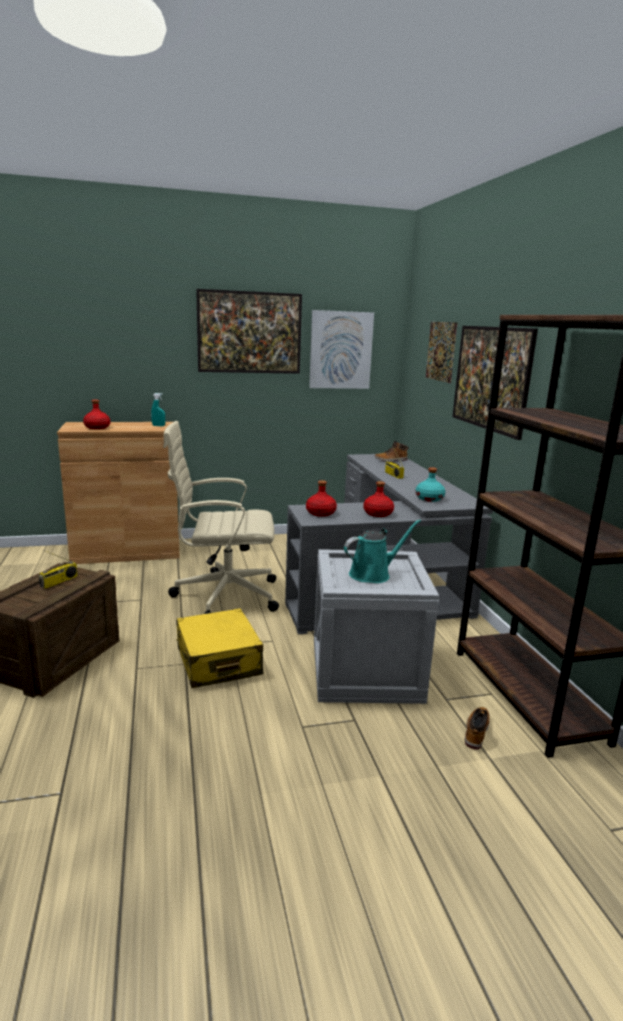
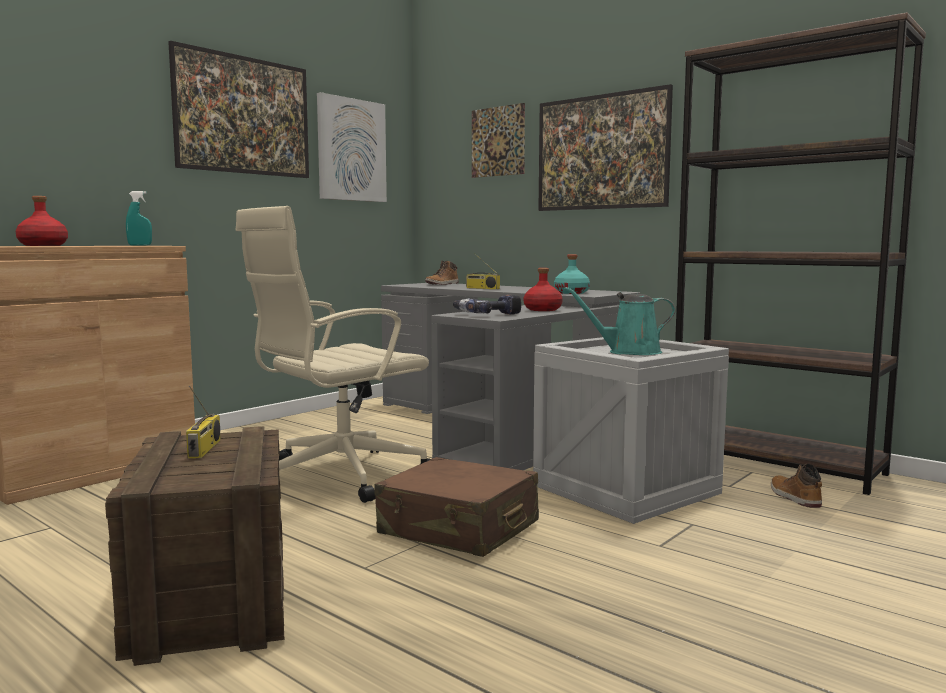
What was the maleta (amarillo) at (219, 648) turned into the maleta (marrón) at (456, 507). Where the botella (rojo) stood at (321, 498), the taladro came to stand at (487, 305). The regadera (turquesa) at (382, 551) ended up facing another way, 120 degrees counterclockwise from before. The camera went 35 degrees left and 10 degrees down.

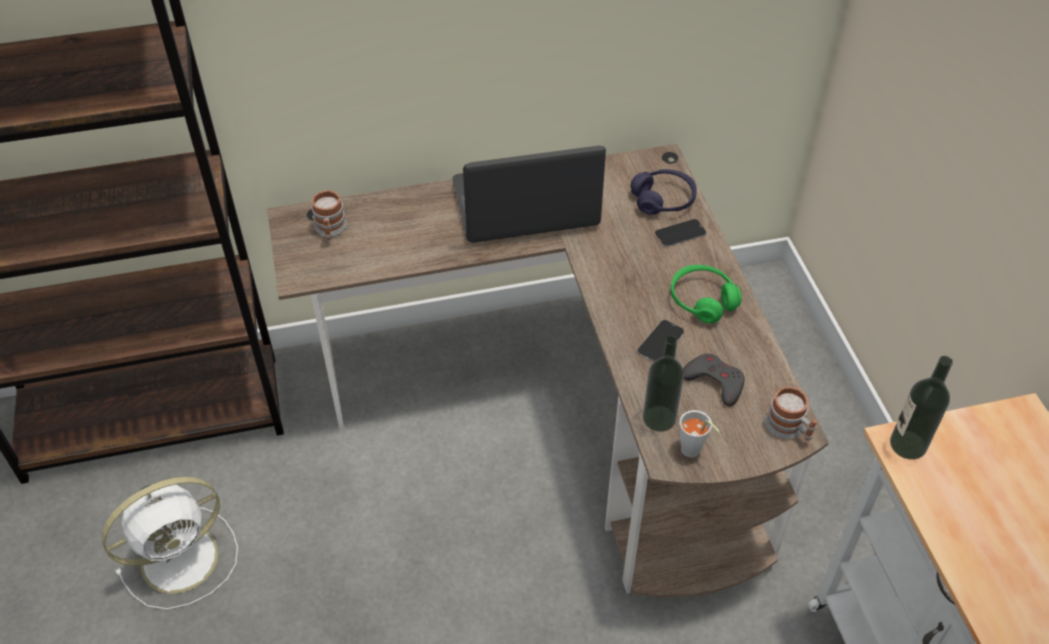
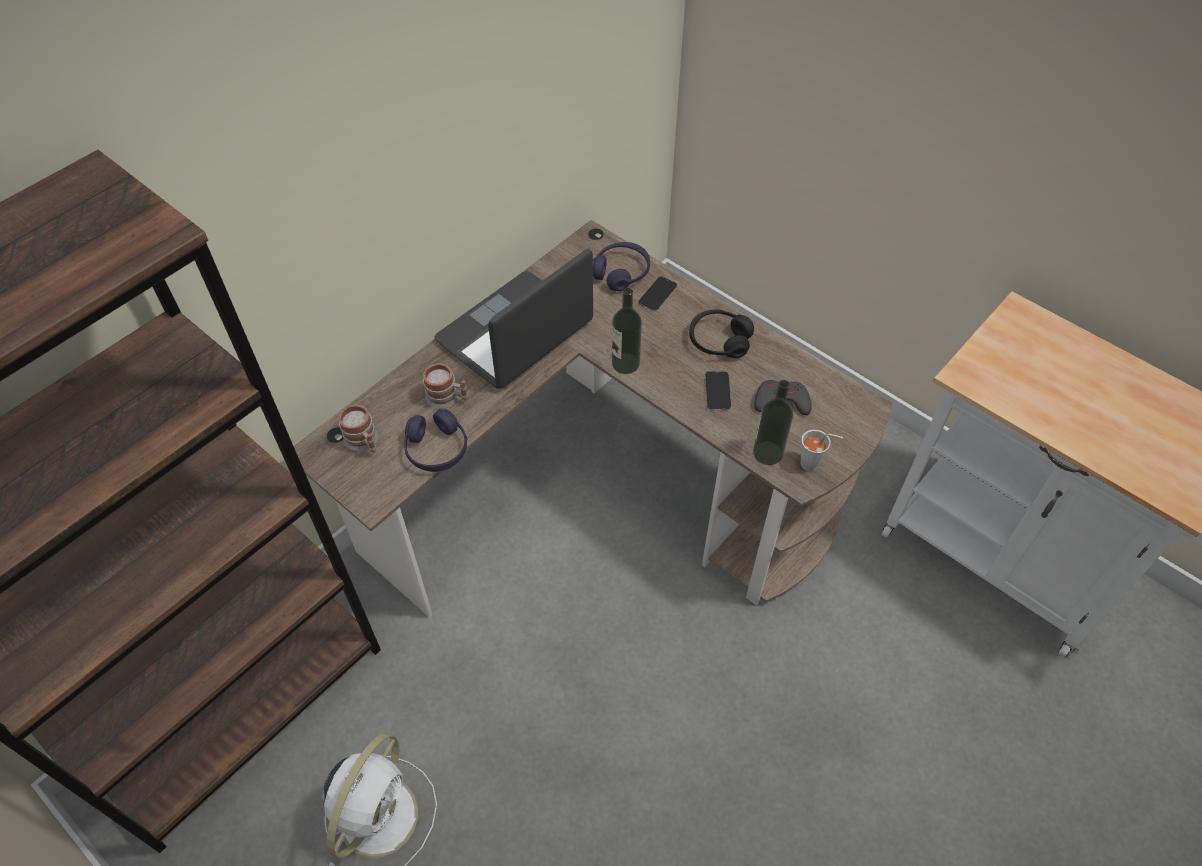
The second view gained the auriculares (morado) at (435, 440). The taza grande ended up elsewhere, having gone from (791, 413) to (445, 386). The botella ended up elsewhere, having gone from (921, 408) to (627, 331). What was the auriculares (verde) at (706, 294) turned into the auriculares (negro) at (721, 334). The camera went 35 degrees left and 5 degrees up.

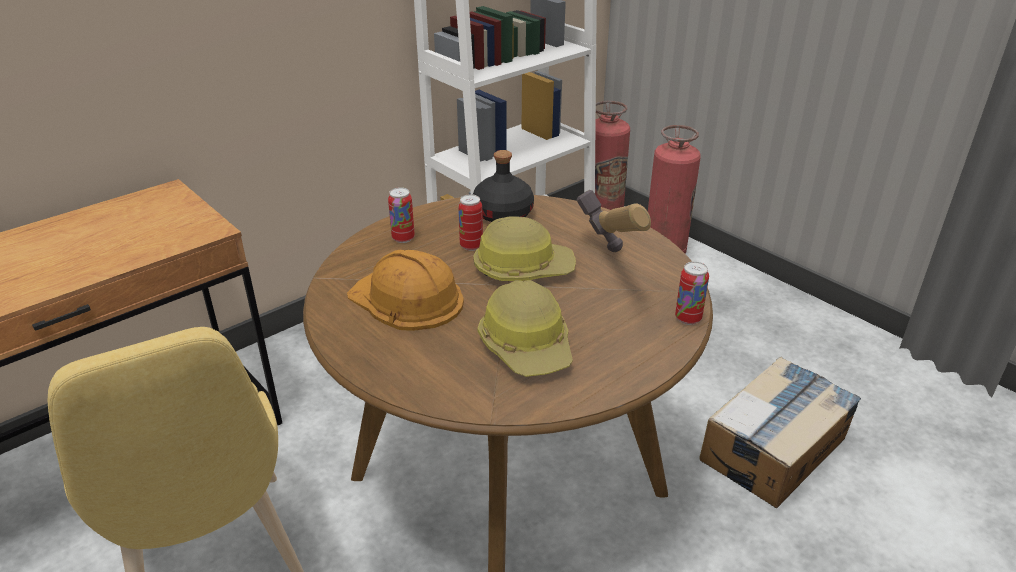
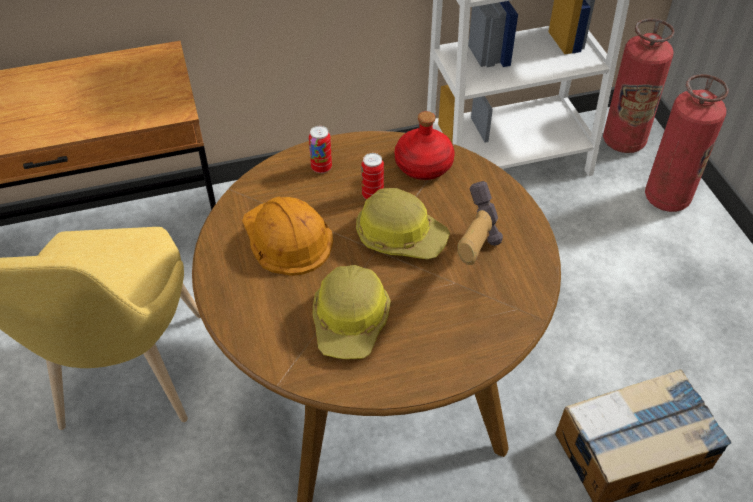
What was the botella (negro) at (503, 186) turned into the botella (rojo) at (425, 145). The second view lost the lata at (692, 293). The camera went 25 degrees right and 15 degrees up.

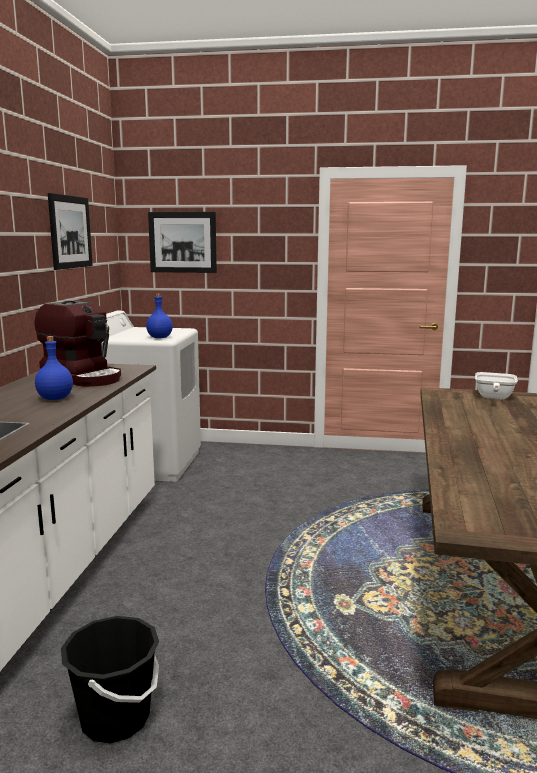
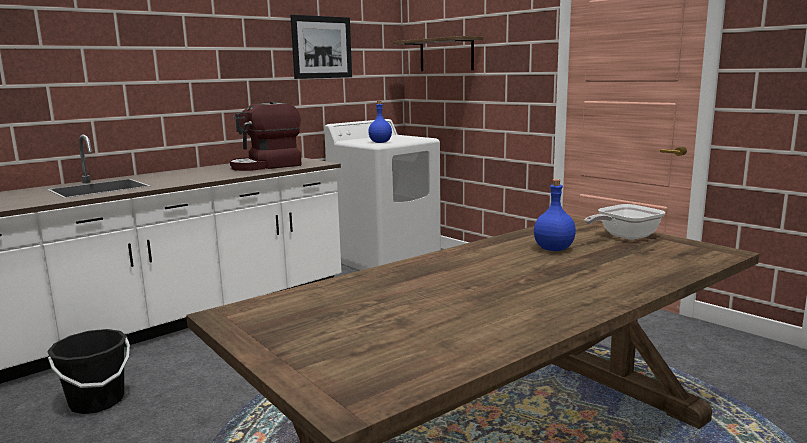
The cafetera at (77, 344) ended up facing another way, 75 degrees clockwise from before. Where the cuadro hung at (182, 242), the estante came to hang at (438, 53). The botella (azul) ended up elsewhere, having gone from (54, 368) to (555, 215). The camera went 40 degrees right and 0 degrees up.

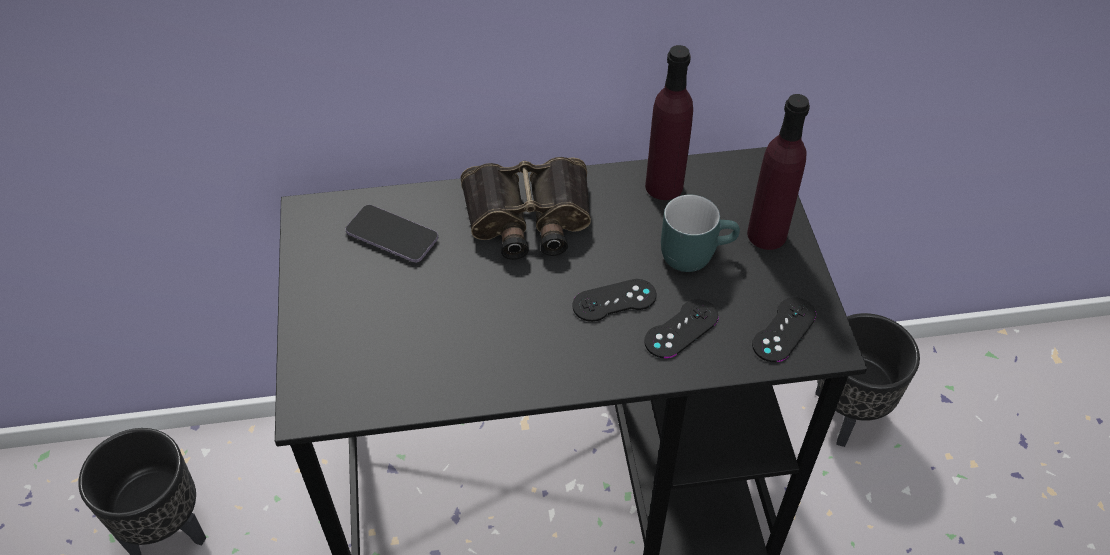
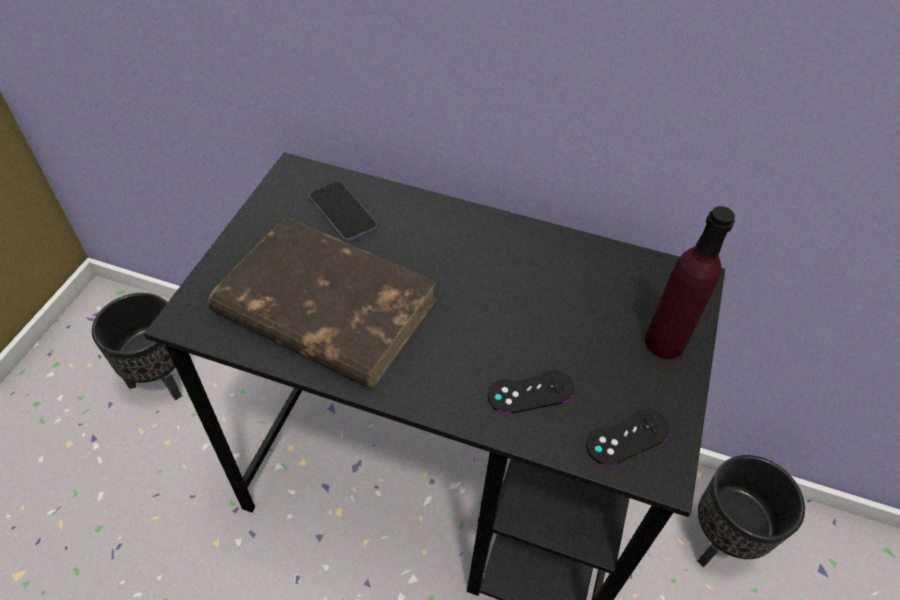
The second view gained the libro (marrón) at (322, 302). The second view lost the prismáticos at (526, 208). The second view lost the mando de consola (negro) at (614, 300). The second view lost the botella (morado) at (669, 122). The second view lost the taza grande (turquesa) at (700, 233). The camera went 25 degrees right and 0 degrees up.

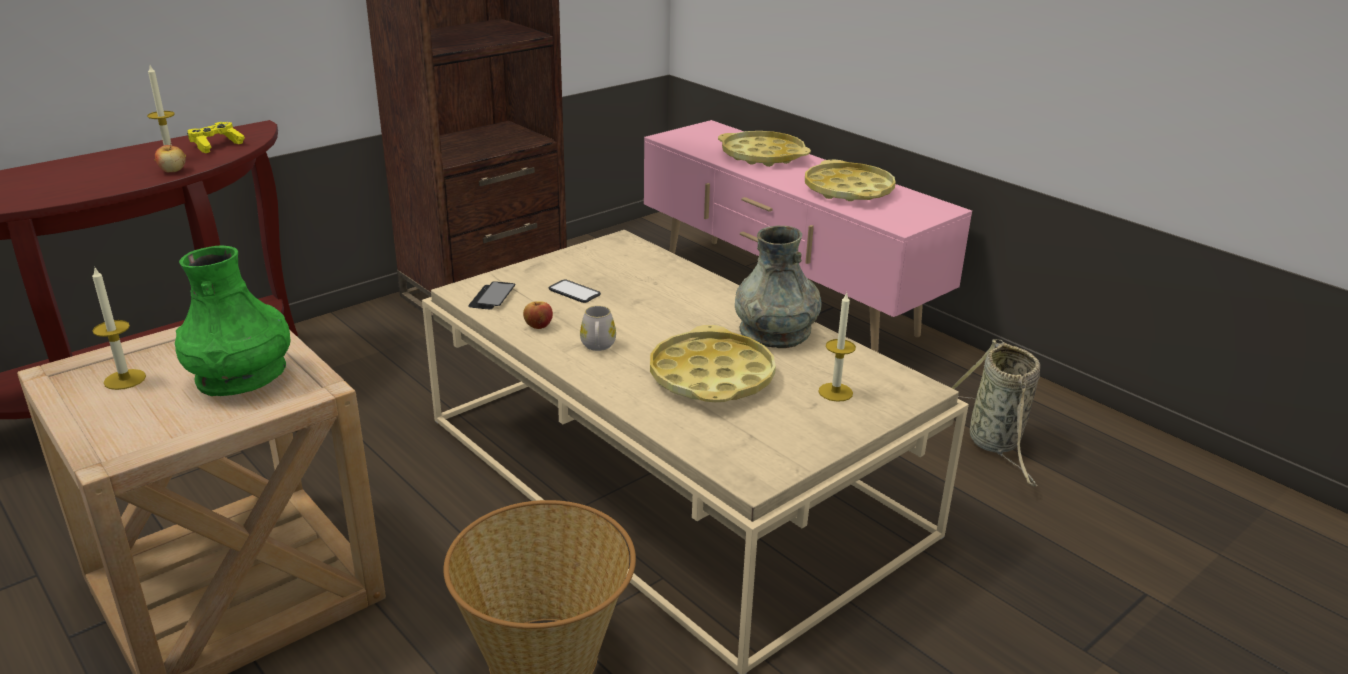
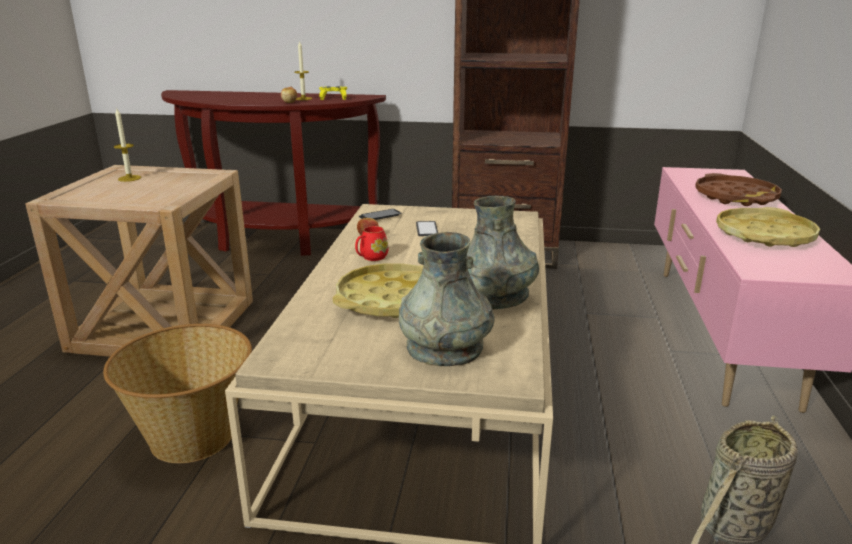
What was the taza grande (blanco) at (598, 328) turned into the taza grande (rojo) at (372, 243). Where the vela stood at (837, 347), the florero (gris) came to stand at (447, 299). What was the bandeja (amarillo) at (764, 149) turned into the bandeja (marrón) at (738, 189). The second view lost the florero (verde) at (232, 320). The camera went 50 degrees right and 5 degrees down.

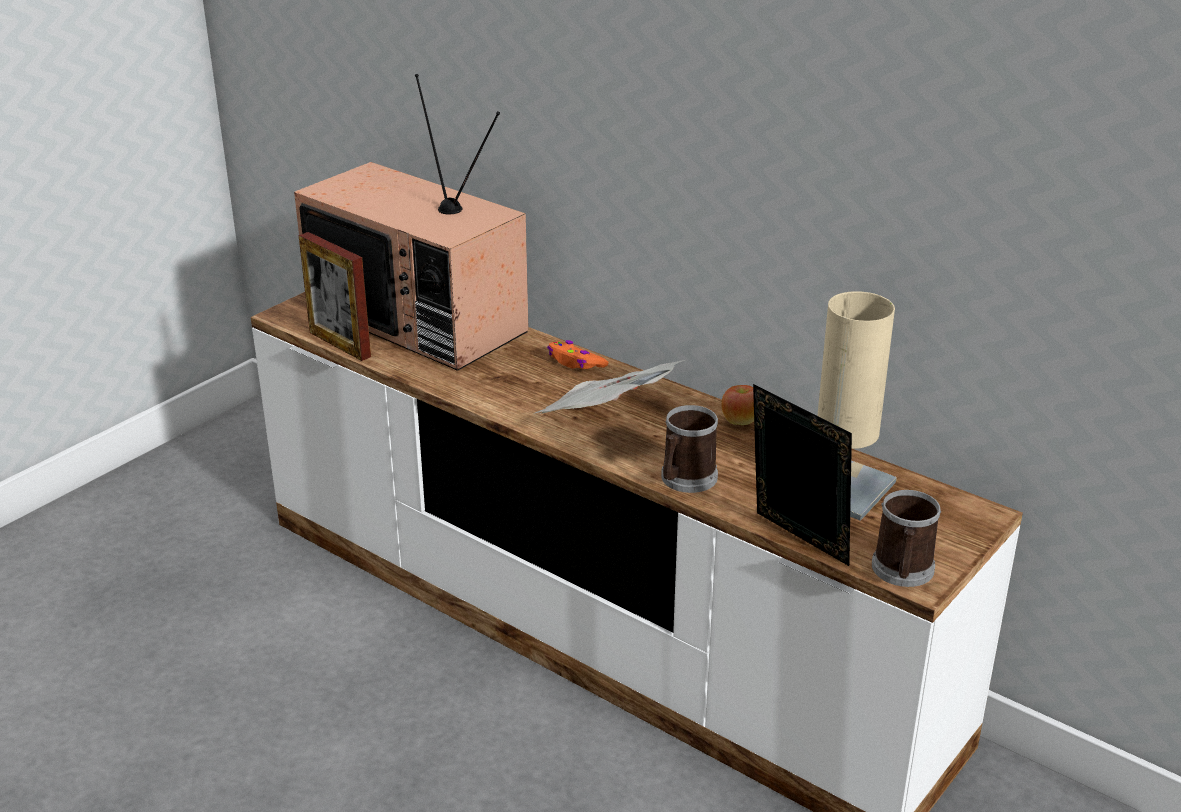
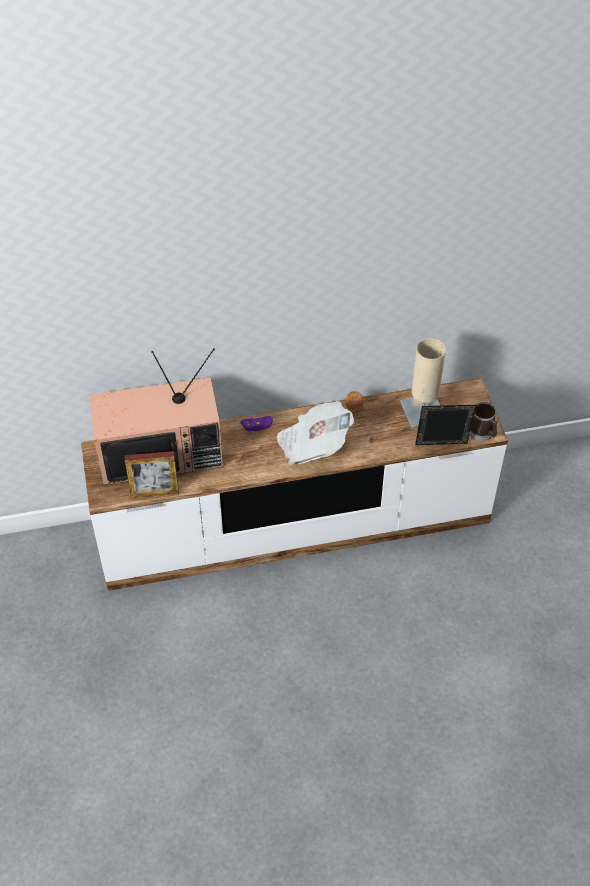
What was the mando de consola (naranja) at (578, 354) turned into the mando de consola (morado) at (256, 423). The second view lost the taza grande at (689, 449). The camera went 50 degrees left and 20 degrees up.

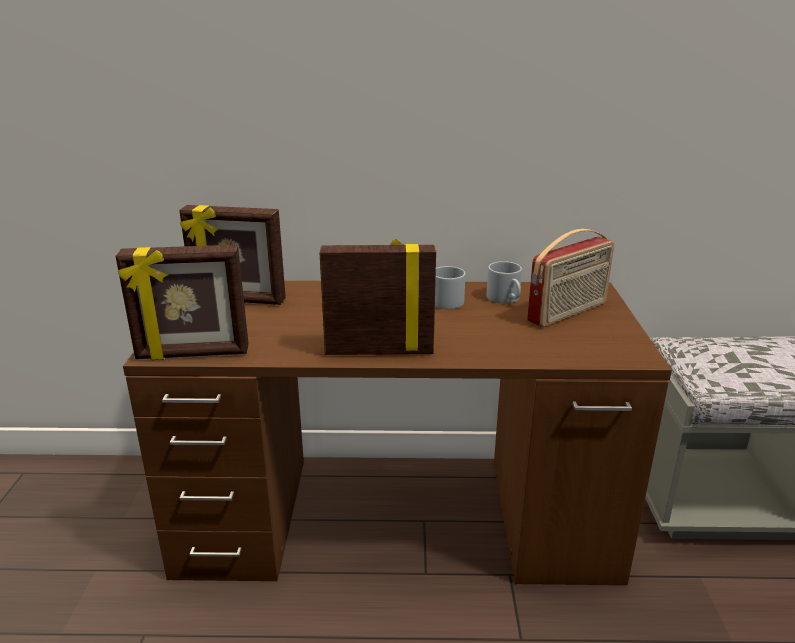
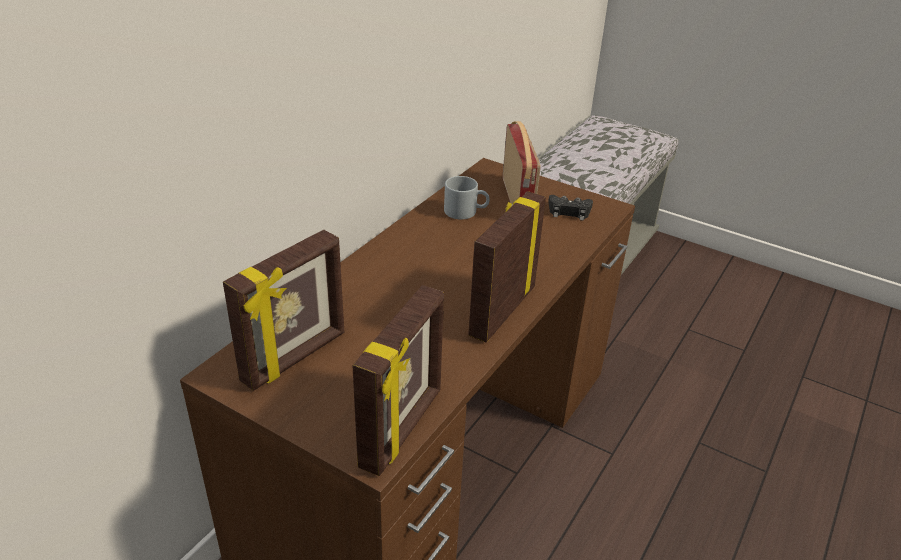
The second view gained the mando de consola (negro) at (570, 208). The second view lost the taza grande (gris) at (450, 287). The camera went 60 degrees left and 10 degrees up.

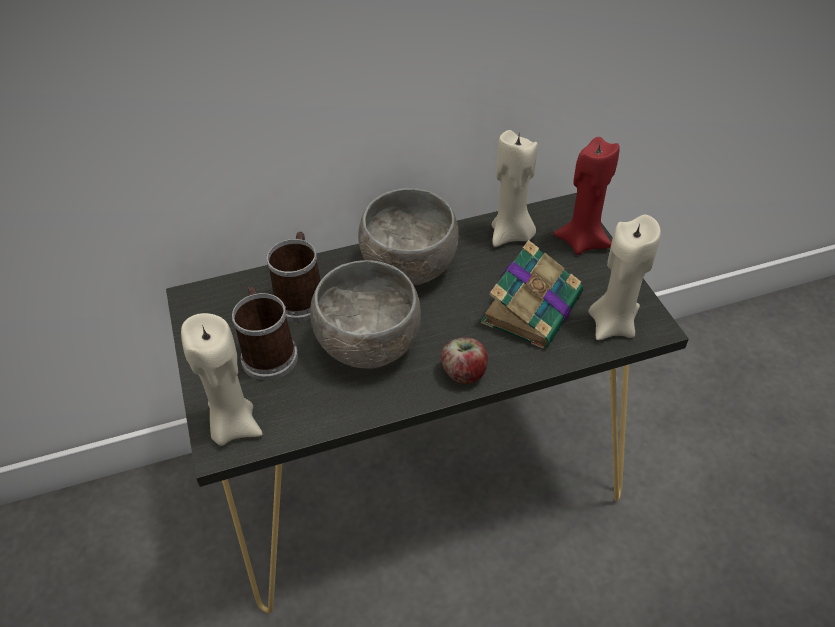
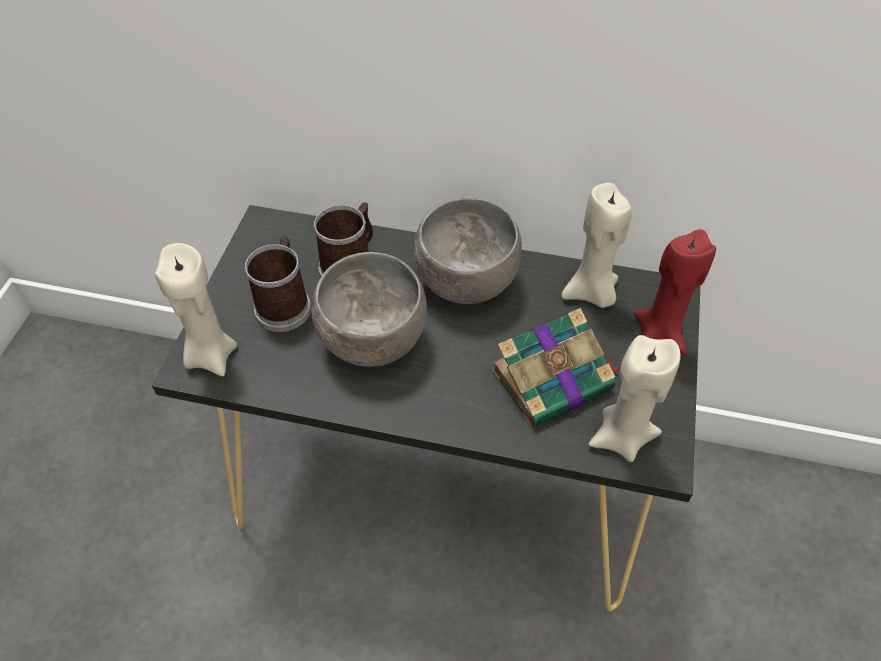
The second view lost the manzana at (464, 360). The camera went 30 degrees right and 5 degrees up.

